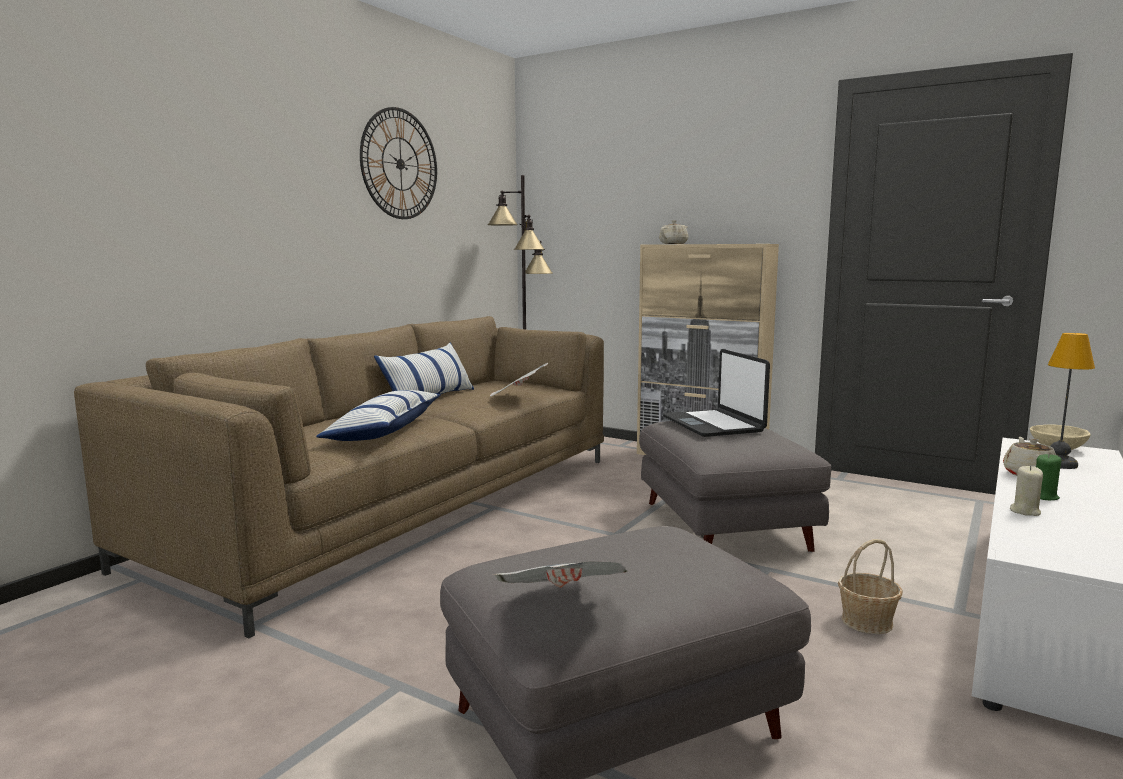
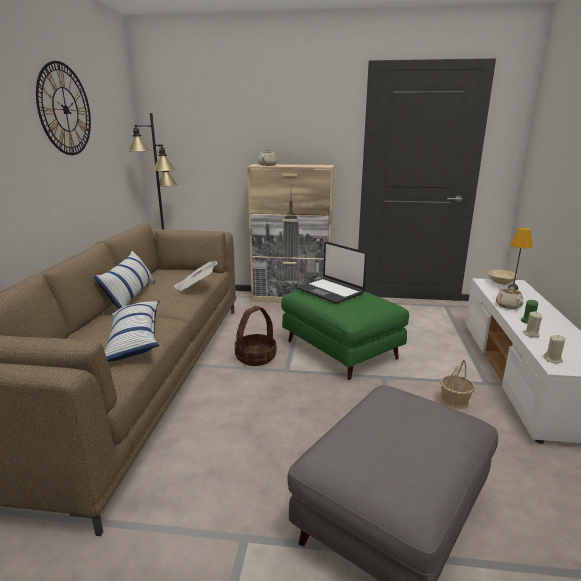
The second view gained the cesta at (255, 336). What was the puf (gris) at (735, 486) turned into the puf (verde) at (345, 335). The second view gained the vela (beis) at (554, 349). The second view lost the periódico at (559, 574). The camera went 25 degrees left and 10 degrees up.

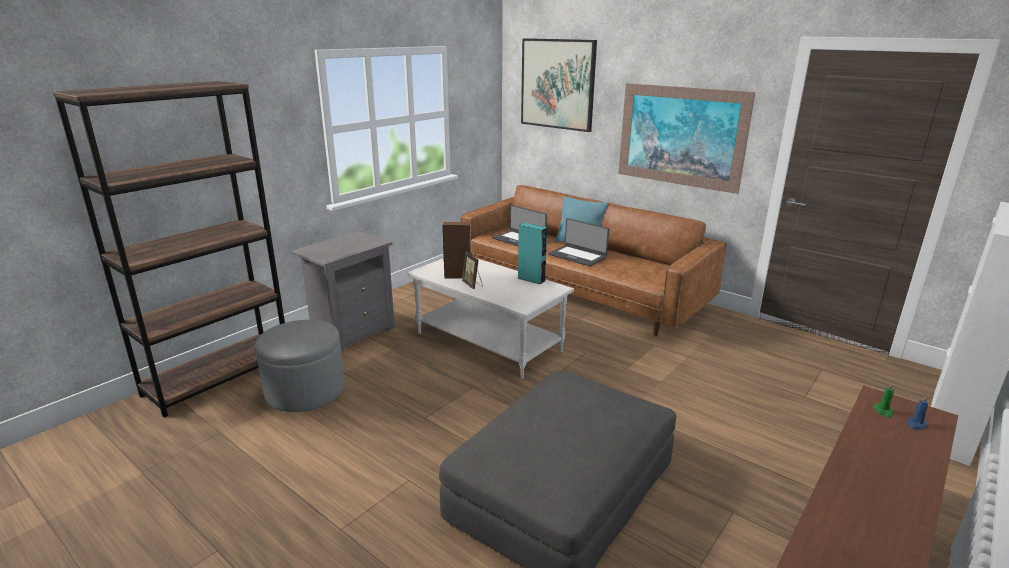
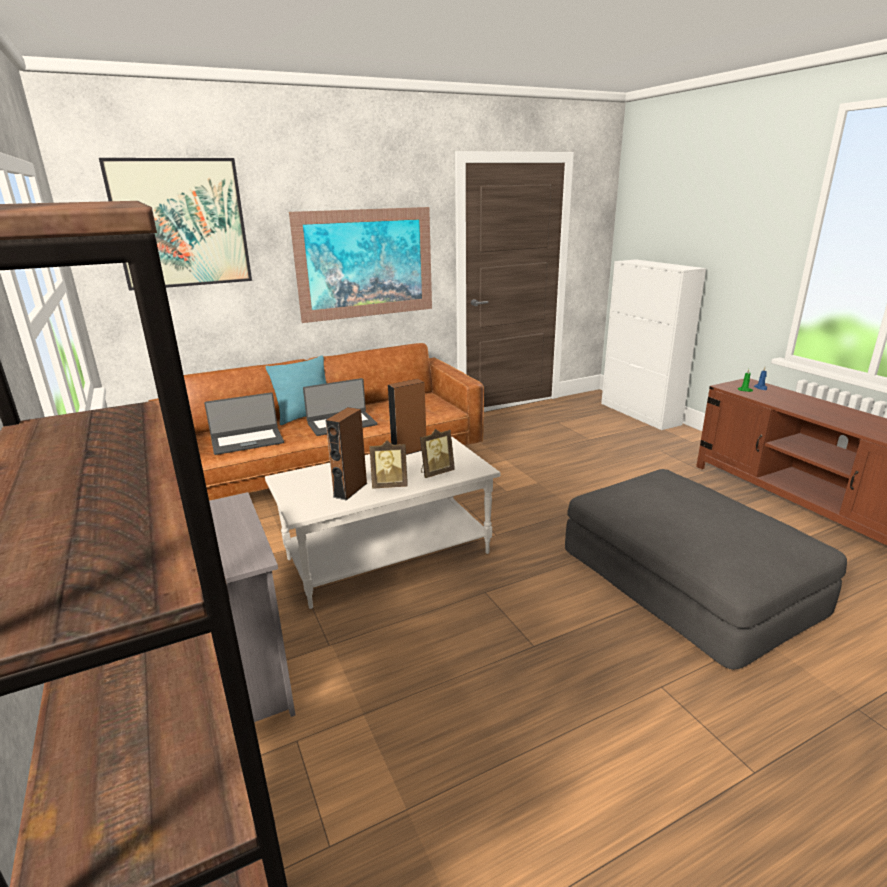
What was the altavoz (turquesa) at (532, 253) turned into the altavoz (marrón) at (407, 417). The second view gained the portarretratos at (437, 453). The second view lost the puf (gris) at (300, 366). The camera went 65 degrees left and 0 degrees up.

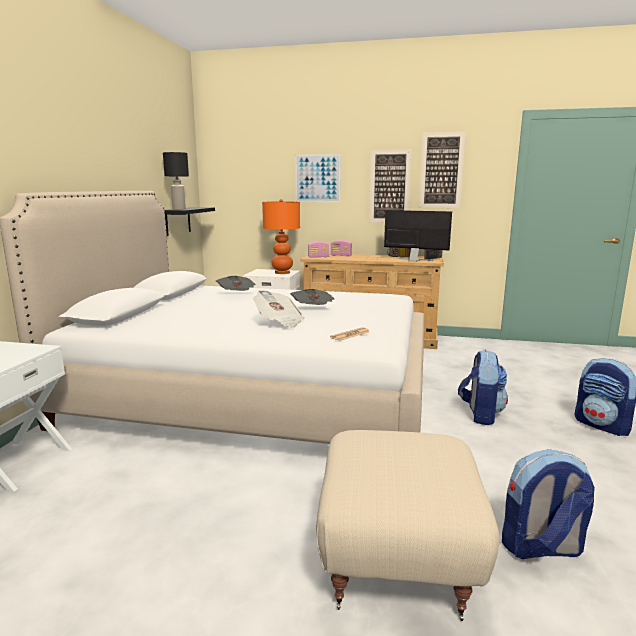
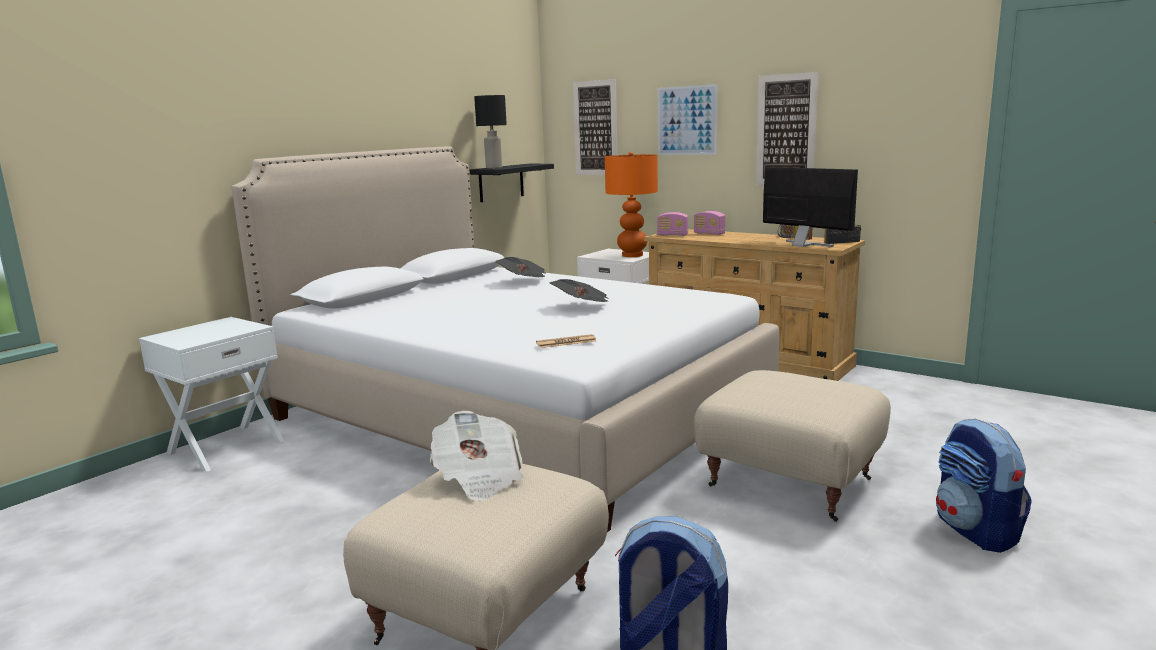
The periódico ended up elsewhere, having gone from (278, 309) to (476, 456). The cuadro ended up elsewhere, having gone from (442, 170) to (595, 127). Where the mochila stood at (483, 387), the puf (beis) came to stand at (792, 446). The camera went 25 degrees right and 0 degrees up.

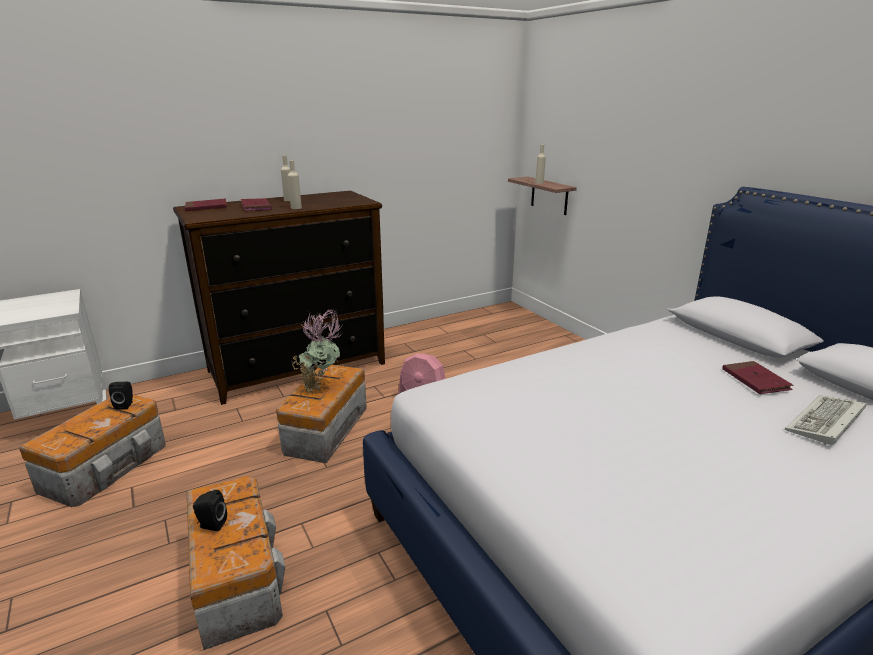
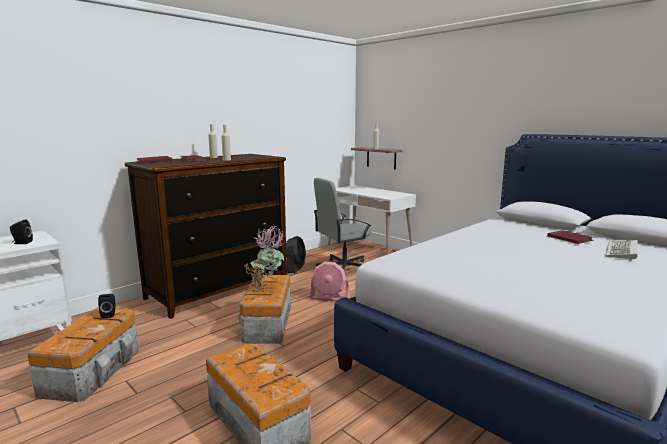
The altavoz (negro) ended up elsewhere, having gone from (210, 510) to (21, 231). The second view gained the ventilador (negro) at (296, 254). The second view gained the silla de oficina (gris) at (342, 223). The second view gained the escritorio (blanco) at (372, 220). The camera went 15 degrees left and 10 degrees down.

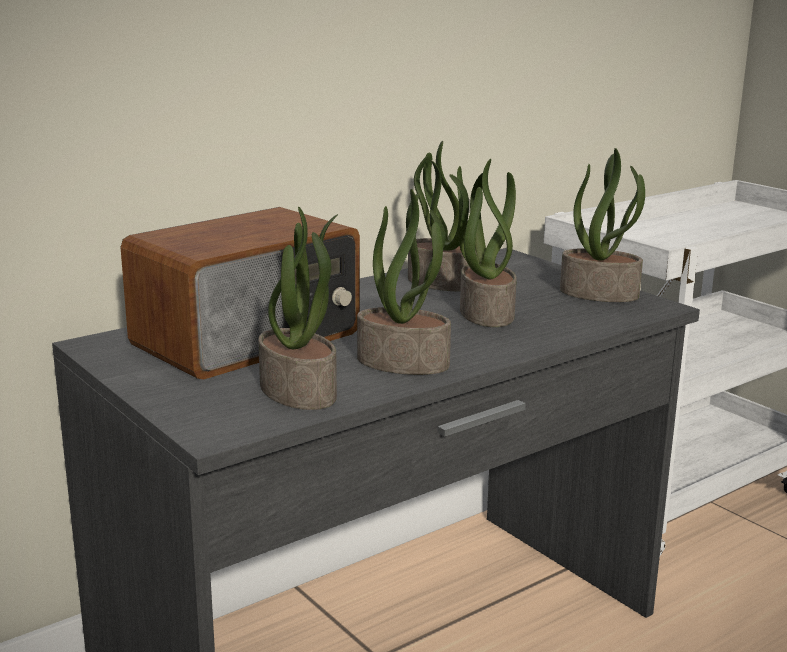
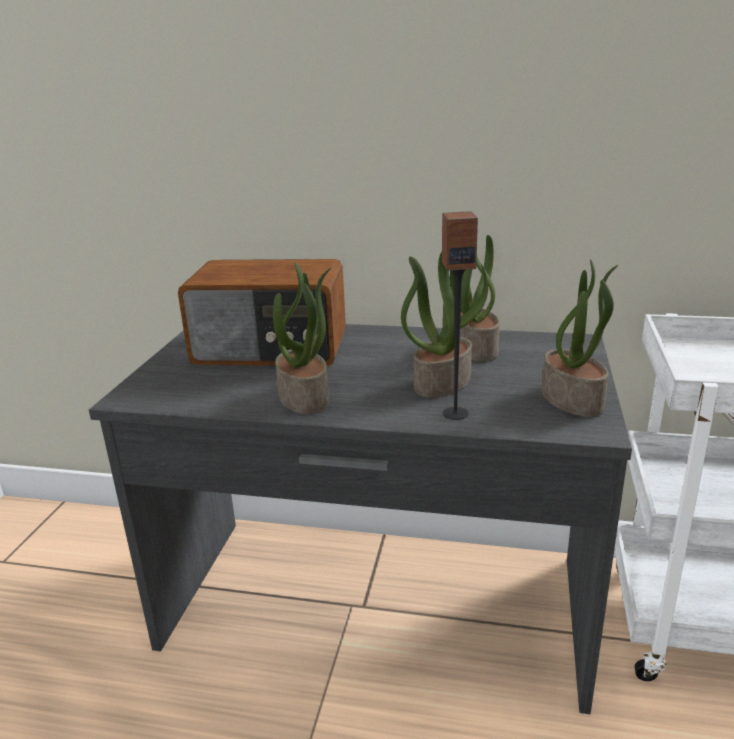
The second view gained the altavoz at (460, 315). The second view lost the planta en maceta at (298, 308). The camera went 50 degrees right and 5 degrees up.

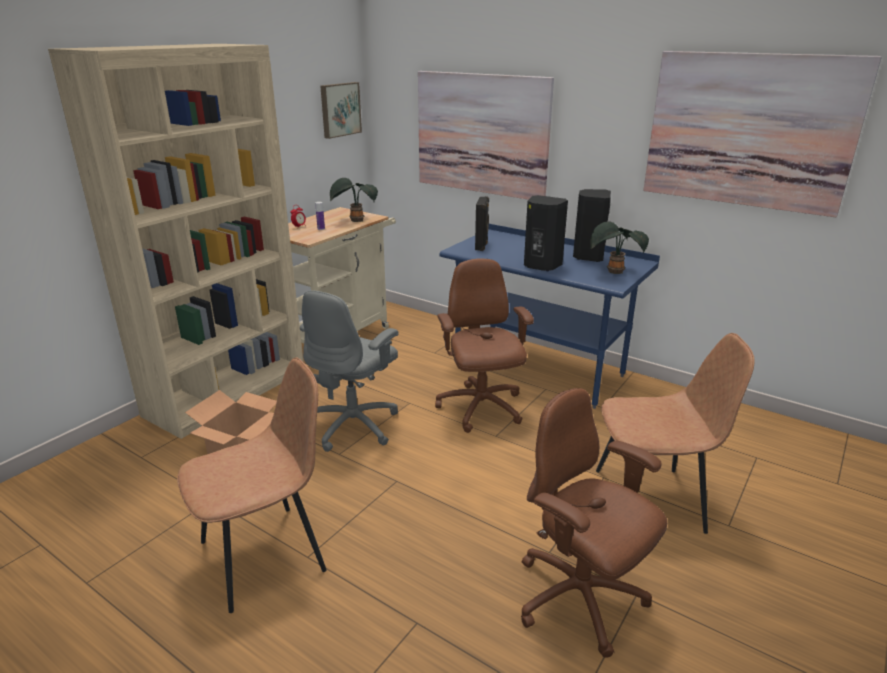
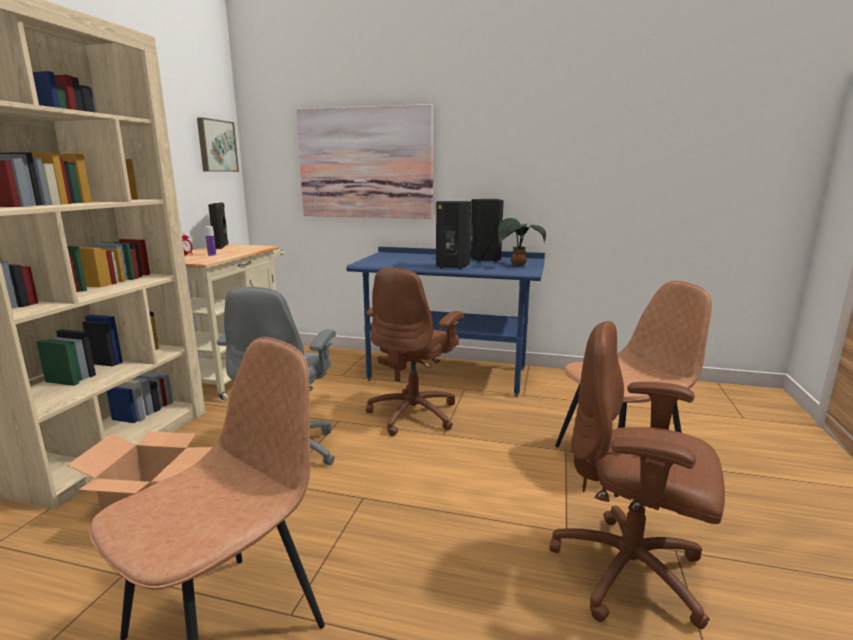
The altavoz (negro) ended up elsewhere, having gone from (482, 223) to (218, 225). The silla de oficina (marrón) at (484, 346) ended up facing another way, 120 degrees counterclockwise from before. The second view lost the planta en maceta at (354, 200). The second view lost the cuadro at (762, 134). The camera went 20 degrees left and 10 degrees down.

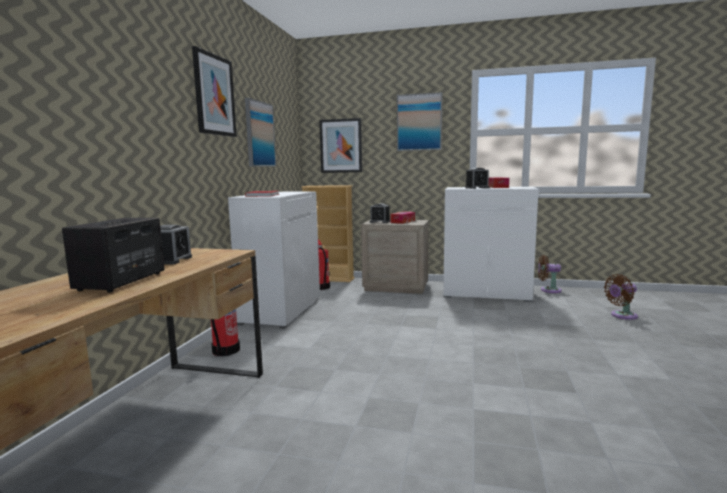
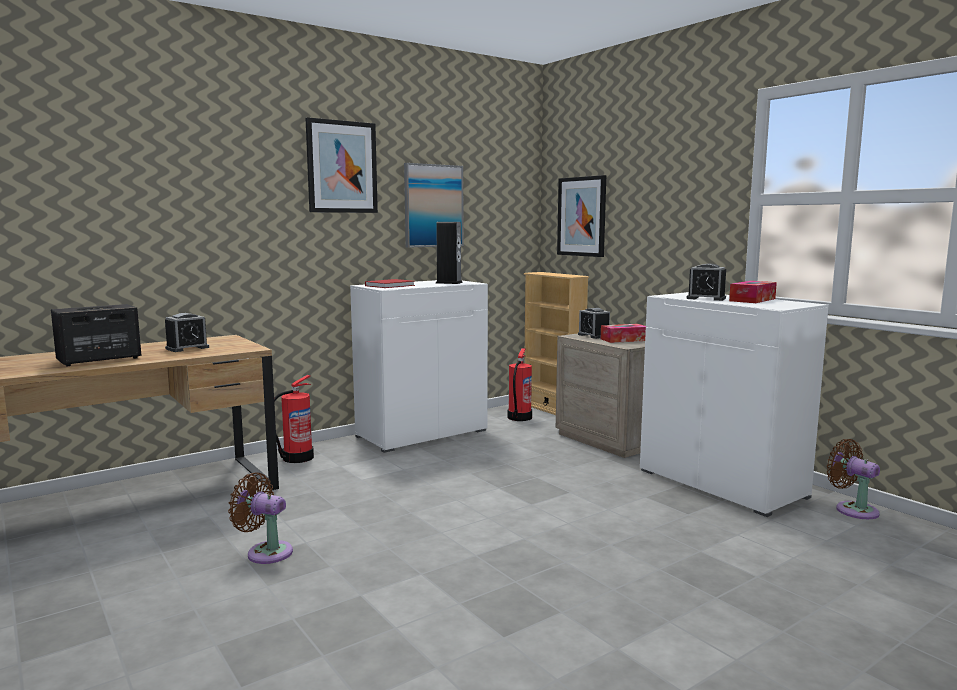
The ventilador (marrón) ended up elsewhere, having gone from (621, 297) to (260, 518). The second view gained the altavoz at (449, 253). The second view lost the cuadro at (419, 121). The camera went 40 degrees right and 0 degrees up.

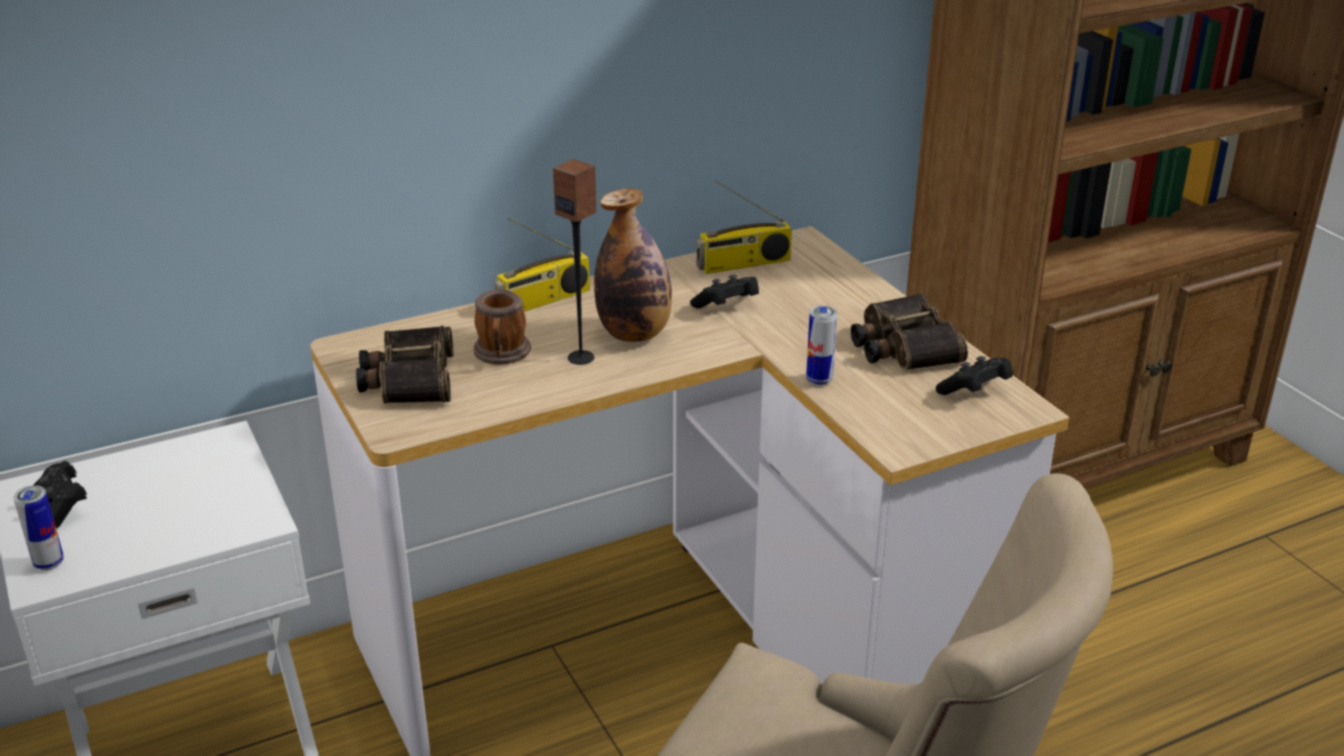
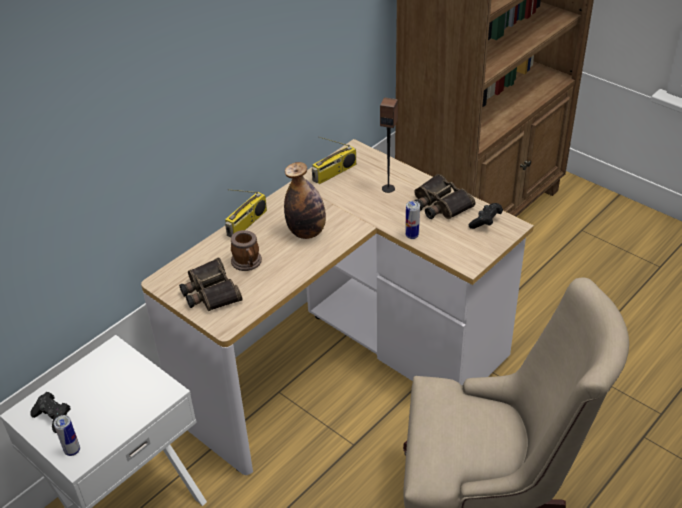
The altavoz ended up elsewhere, having gone from (575, 262) to (389, 145). The second view lost the mando de consola (negro) at (724, 291). The camera went 20 degrees left and 10 degrees up.

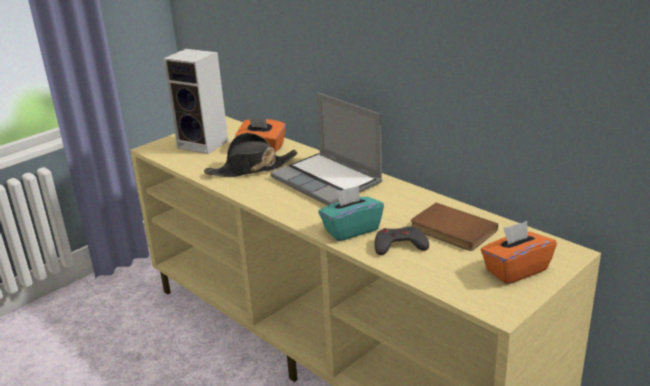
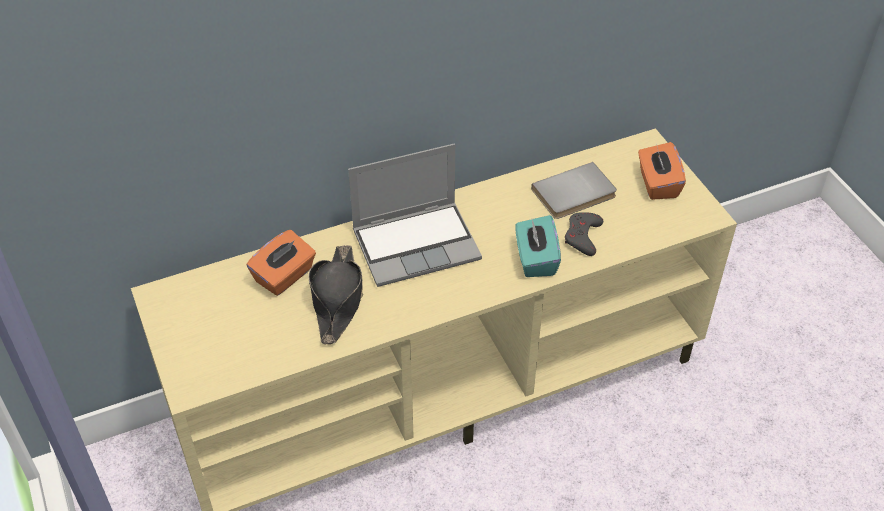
What was the libro (marrón) at (454, 227) turned into the libro (gris) at (574, 190). The second view lost the altavoz at (195, 101). The camera went 70 degrees left and 20 degrees up.

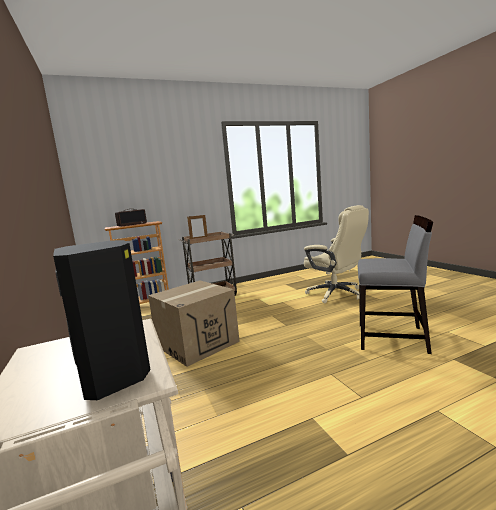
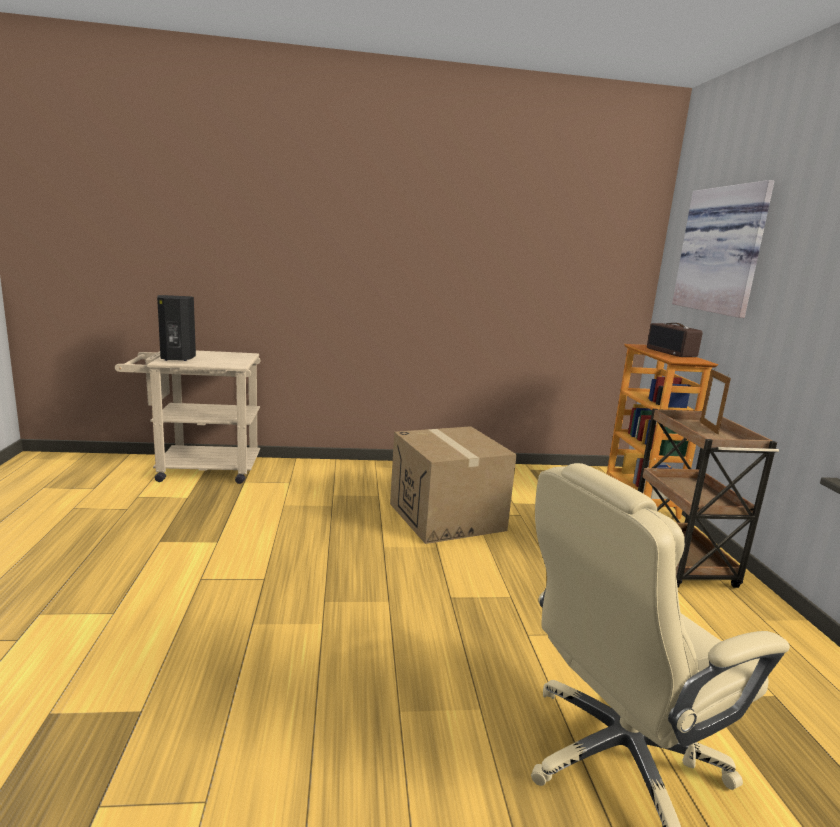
The second view gained the cuadro at (723, 249). The second view lost the silla (gris) at (395, 284). The camera went 105 degrees right and 5 degrees up.

